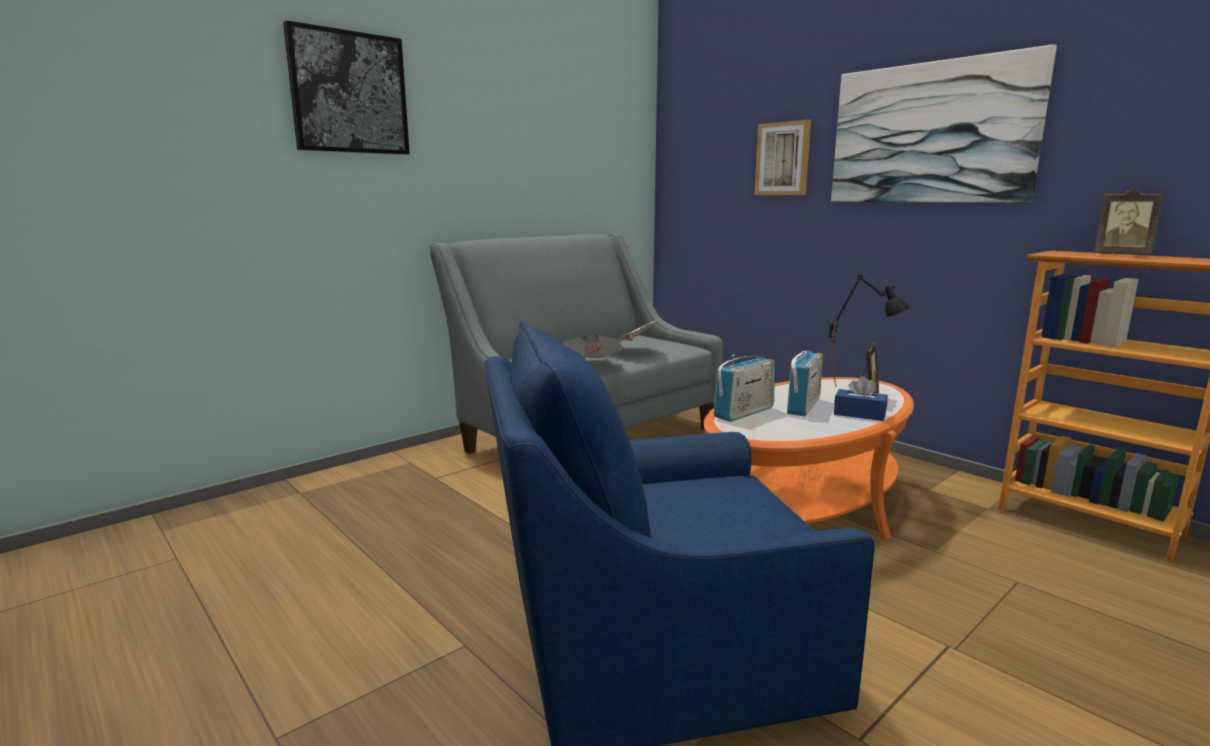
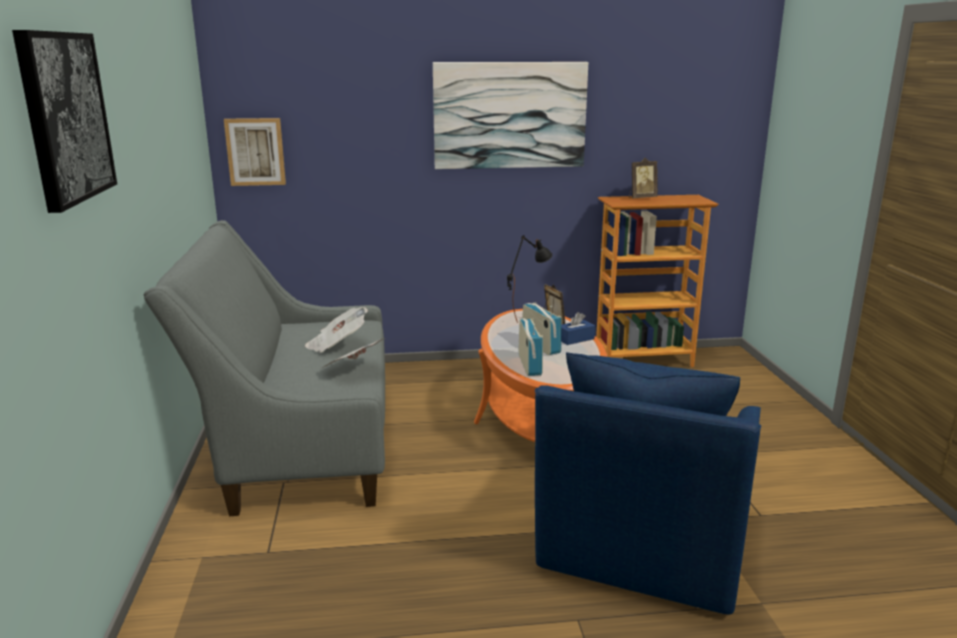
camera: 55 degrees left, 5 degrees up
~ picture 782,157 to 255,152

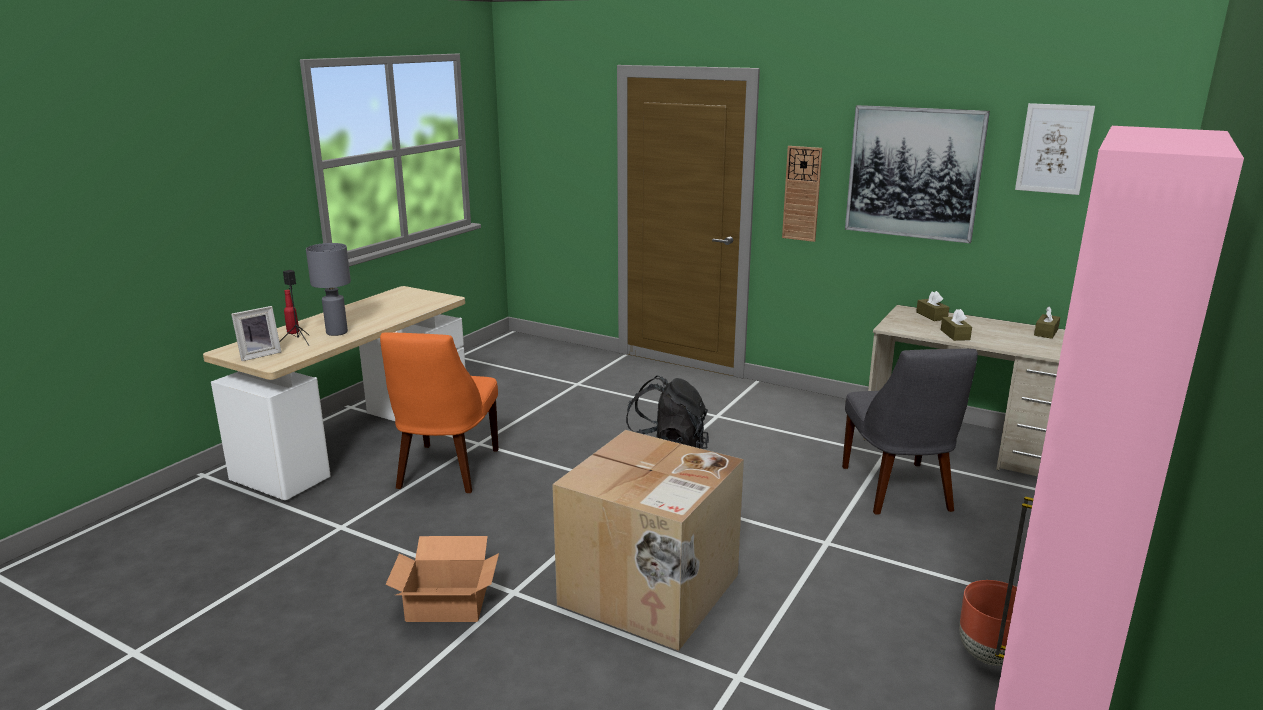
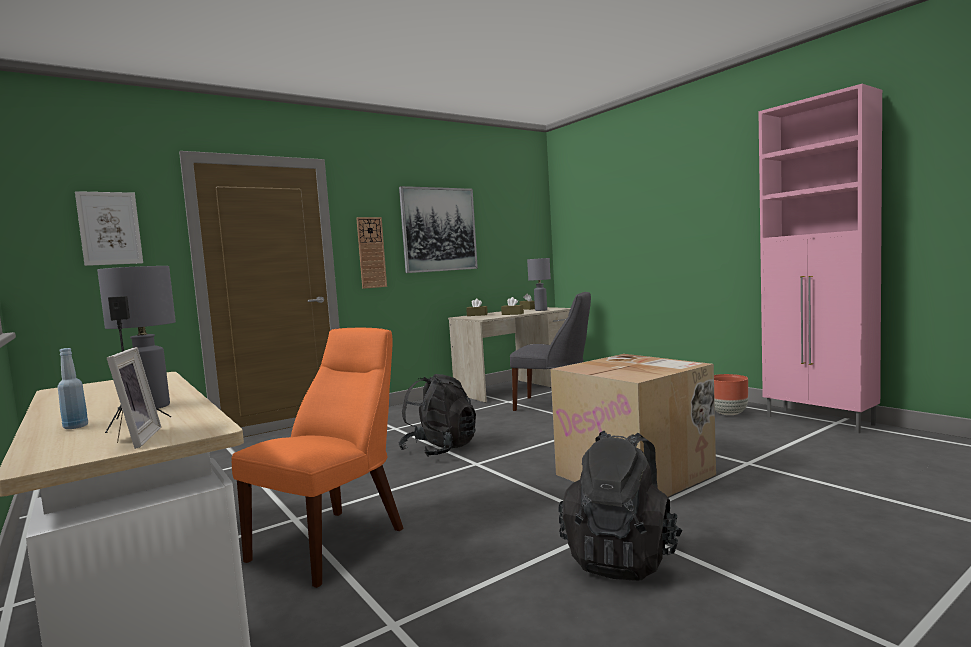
camera: 65 degrees left, 15 degrees down
+ gray table lamp 539,284
~ picture 1055,149 to 109,228
~ packing box 442,579 to black backpack 620,506
~ reddish beverage bottle 291,312 to blue beverage bottle 73,388
~ orangey plain chair 439,412 = 317,458 90 degrees counterclockwise

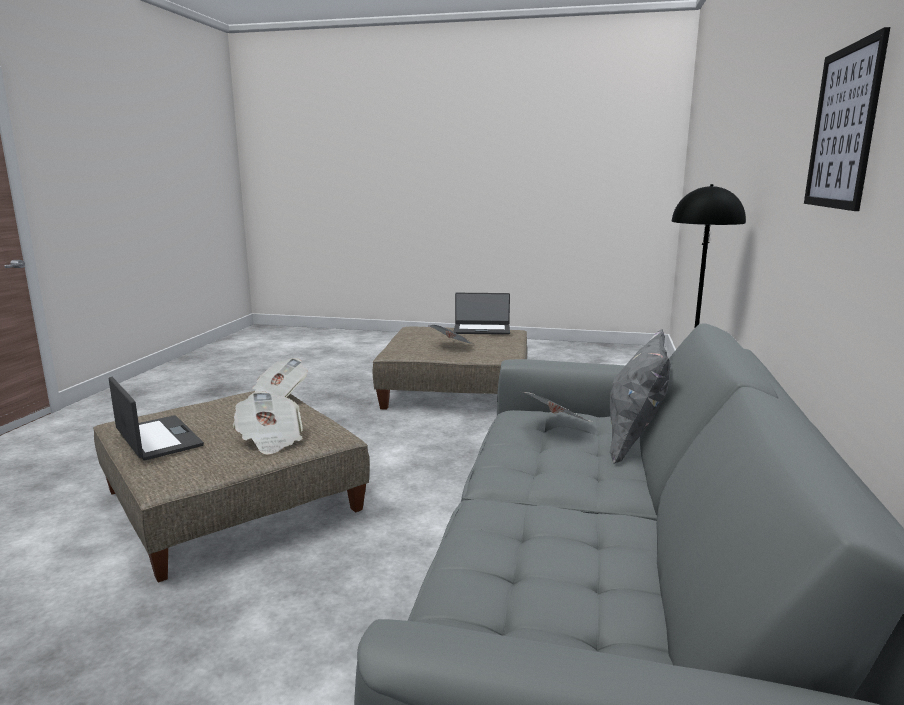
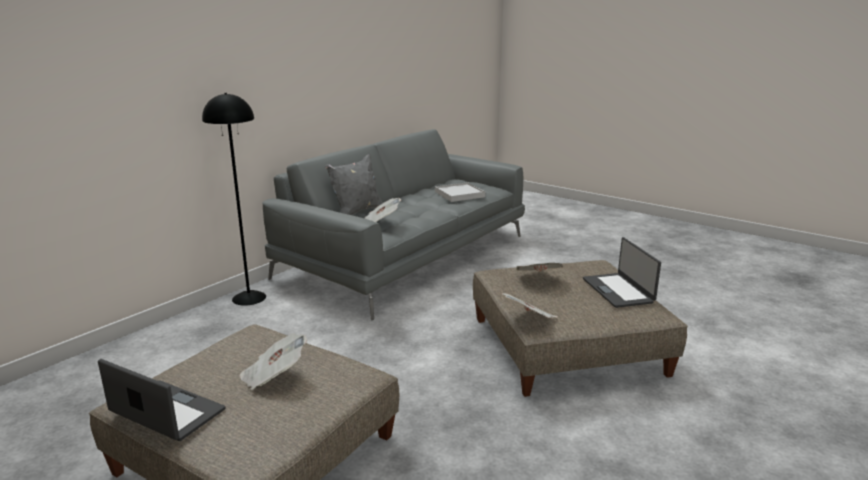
camera: 155 degrees left, 5 degrees up
- picture 847,119
+ whitish serving tray 460,192

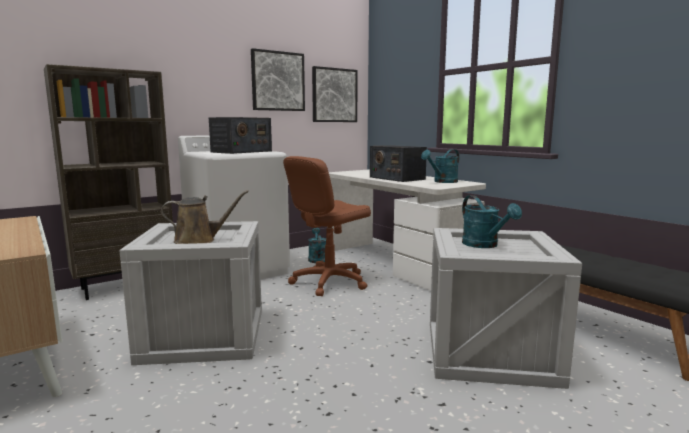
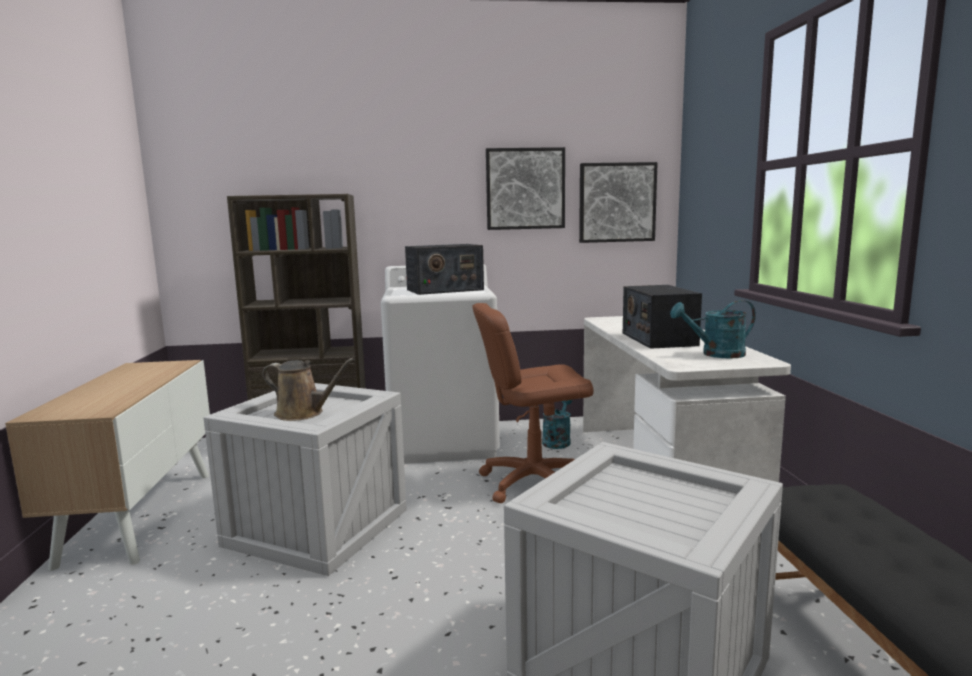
camera: 30 degrees right, 0 degrees up
- blue-green sprinkling can 492,221

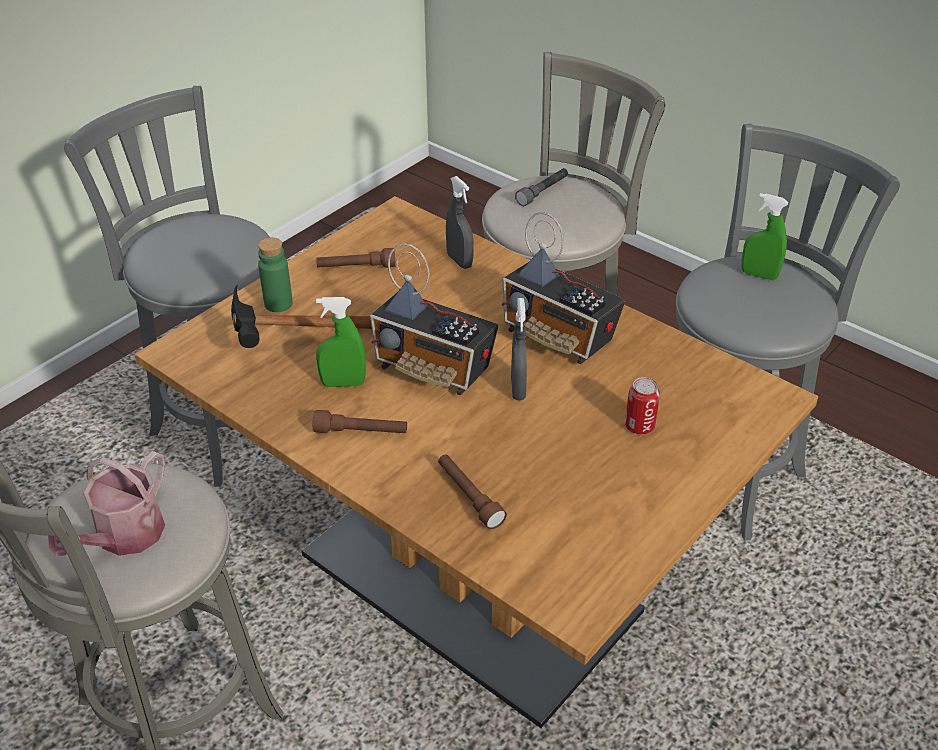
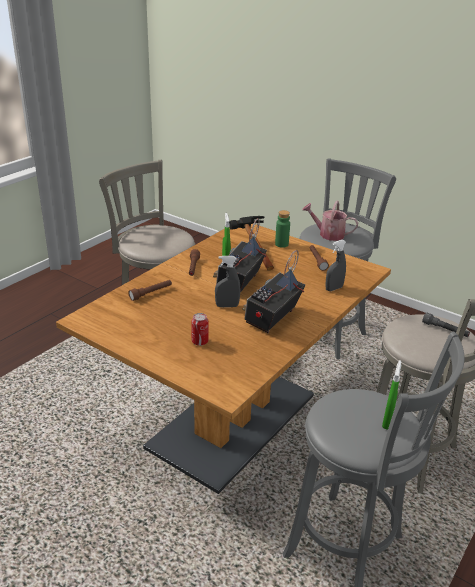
camera: 85 degrees right, 10 degrees down
~ sprinkling can 106,503 to 330,220

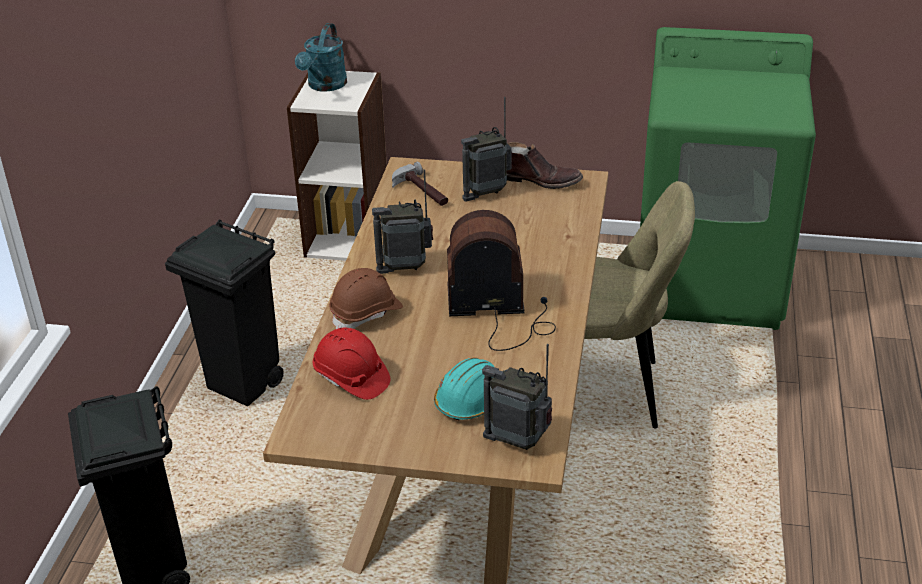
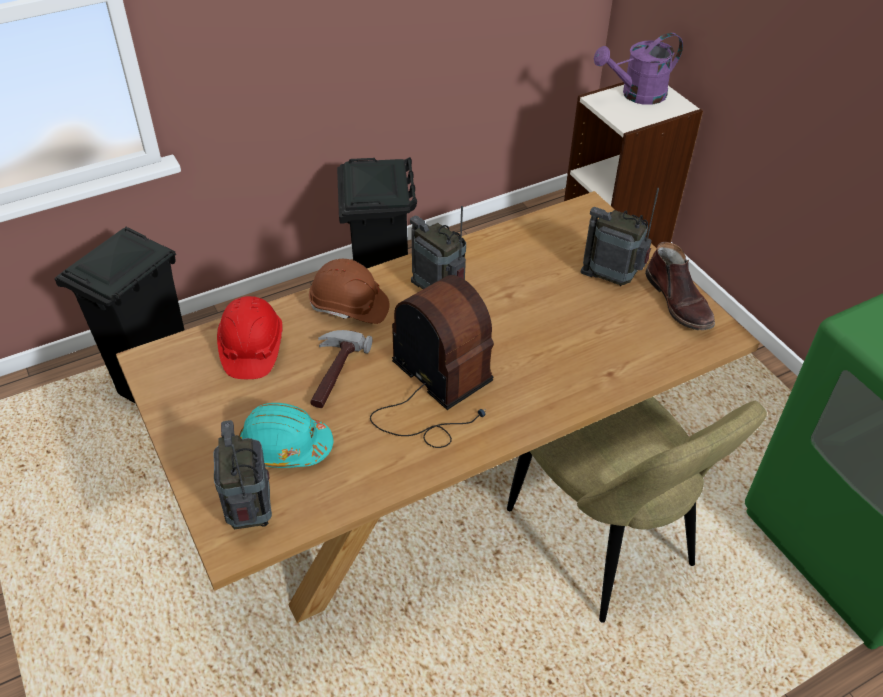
camera: 50 degrees right, 10 degrees up
~ hammer 420,184 to 341,369
~ blue-green sprinkling can 321,57 to purple sprinkling can 638,69

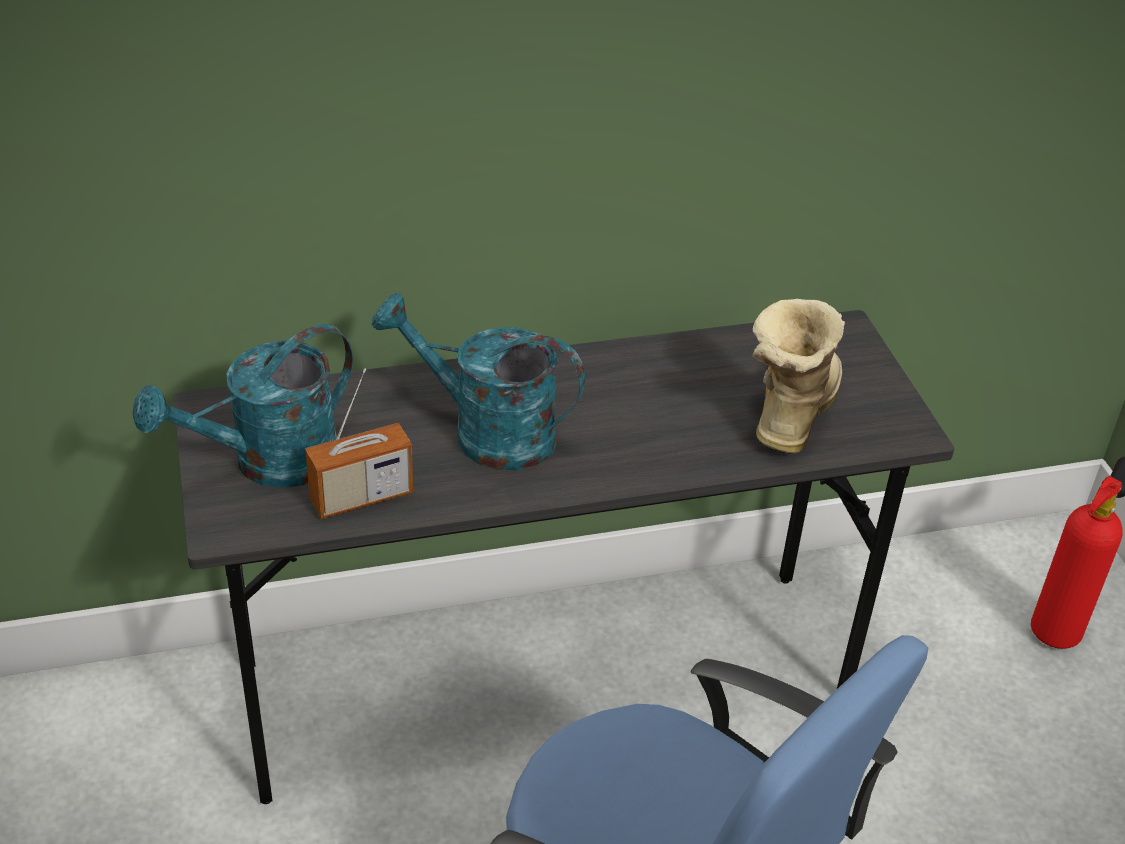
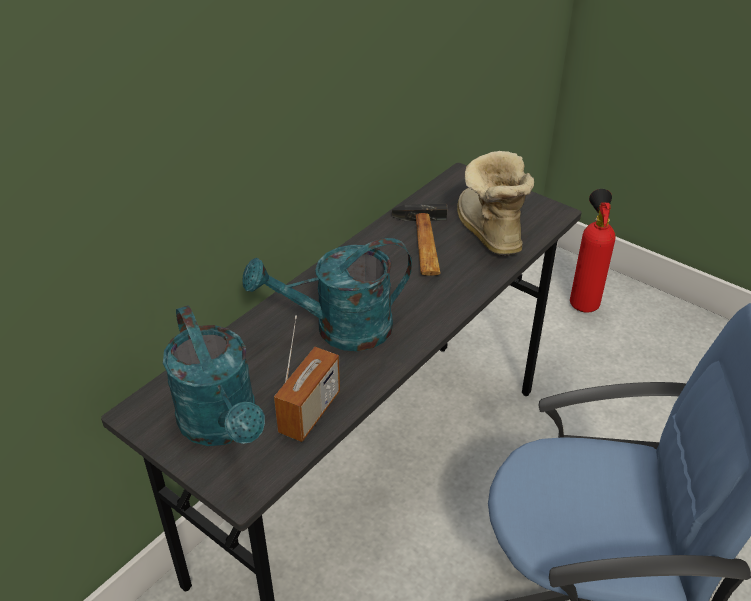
camera: 35 degrees left, 0 degrees up
+ hammer 419,240
~ blue-green sprinkling can 242,406 = 214,375 45 degrees counterclockwise

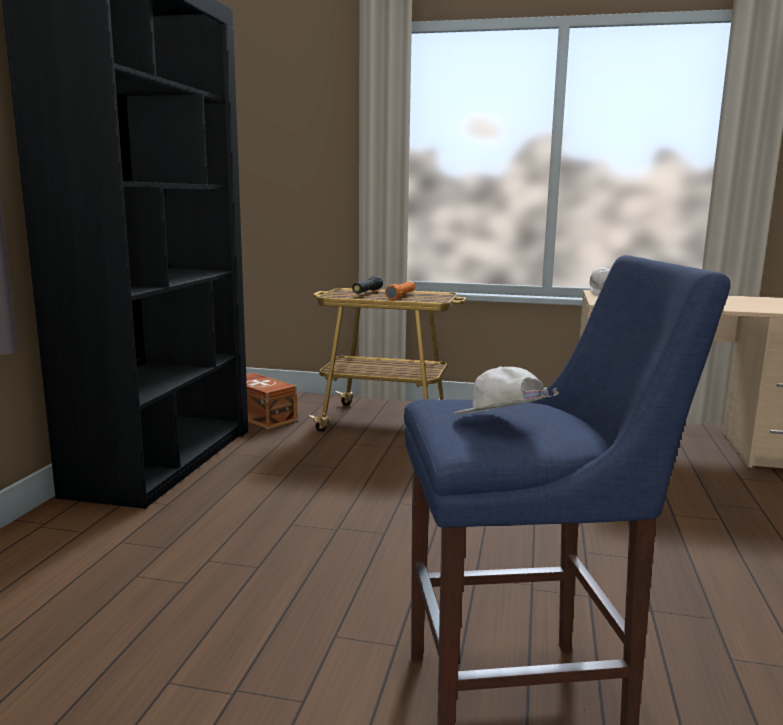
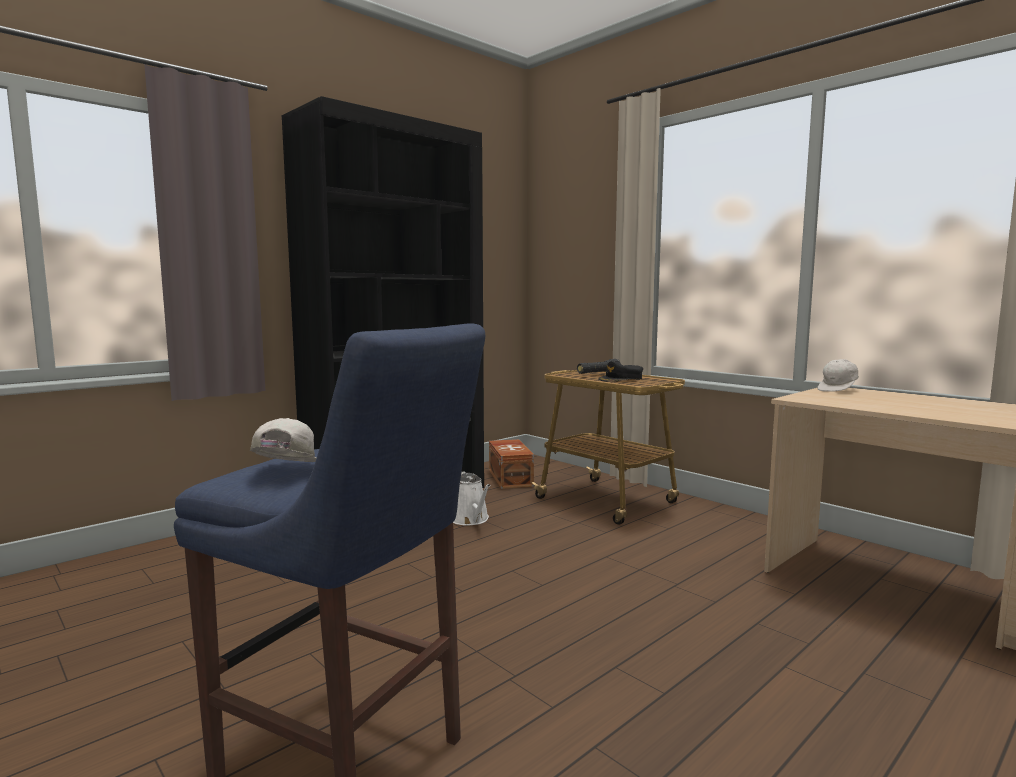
camera: 35 degrees right, 5 degrees down
+ whitish sprinkling can 471,498
~ orangey hand torch 400,290 to black cap 620,371

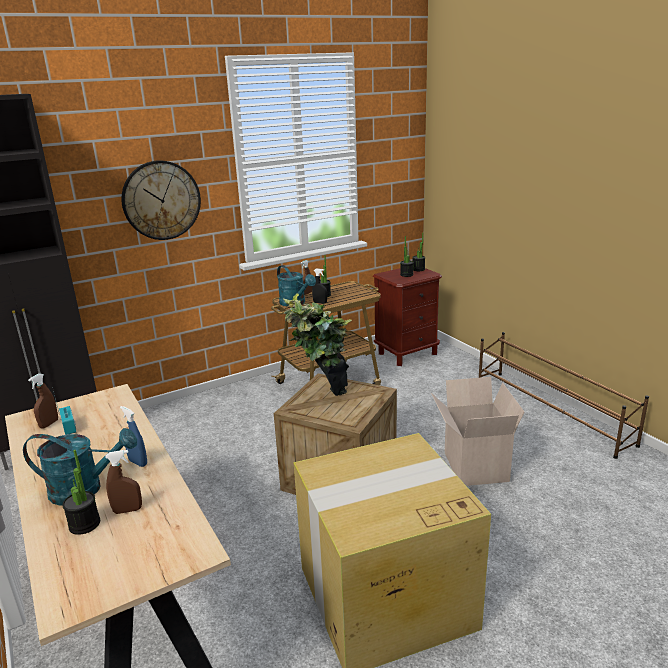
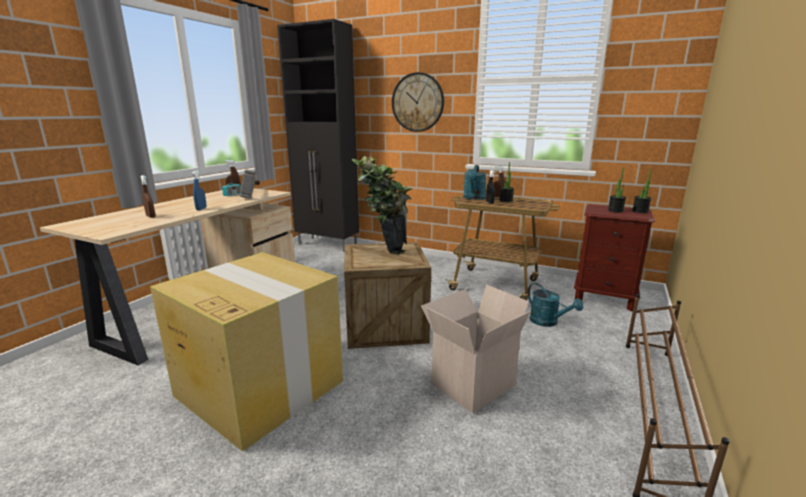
camera: 55 degrees right, 5 degrees down
- potted plant 81,492
+ hammer 250,184
~ blue-green sprinkling can 80,467 to 555,305

